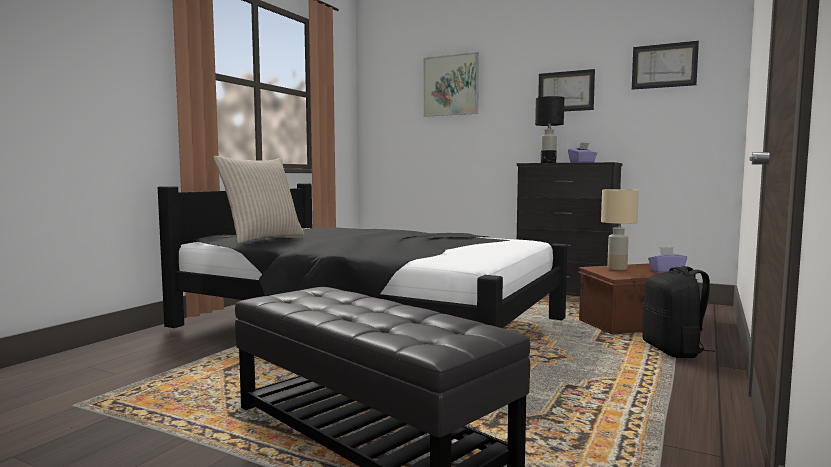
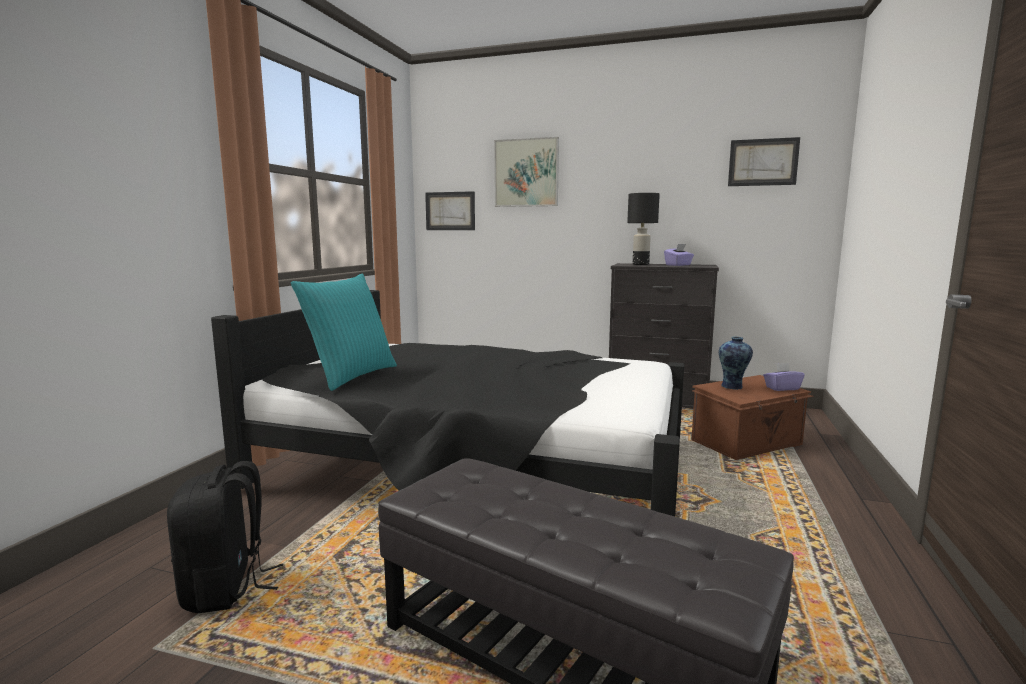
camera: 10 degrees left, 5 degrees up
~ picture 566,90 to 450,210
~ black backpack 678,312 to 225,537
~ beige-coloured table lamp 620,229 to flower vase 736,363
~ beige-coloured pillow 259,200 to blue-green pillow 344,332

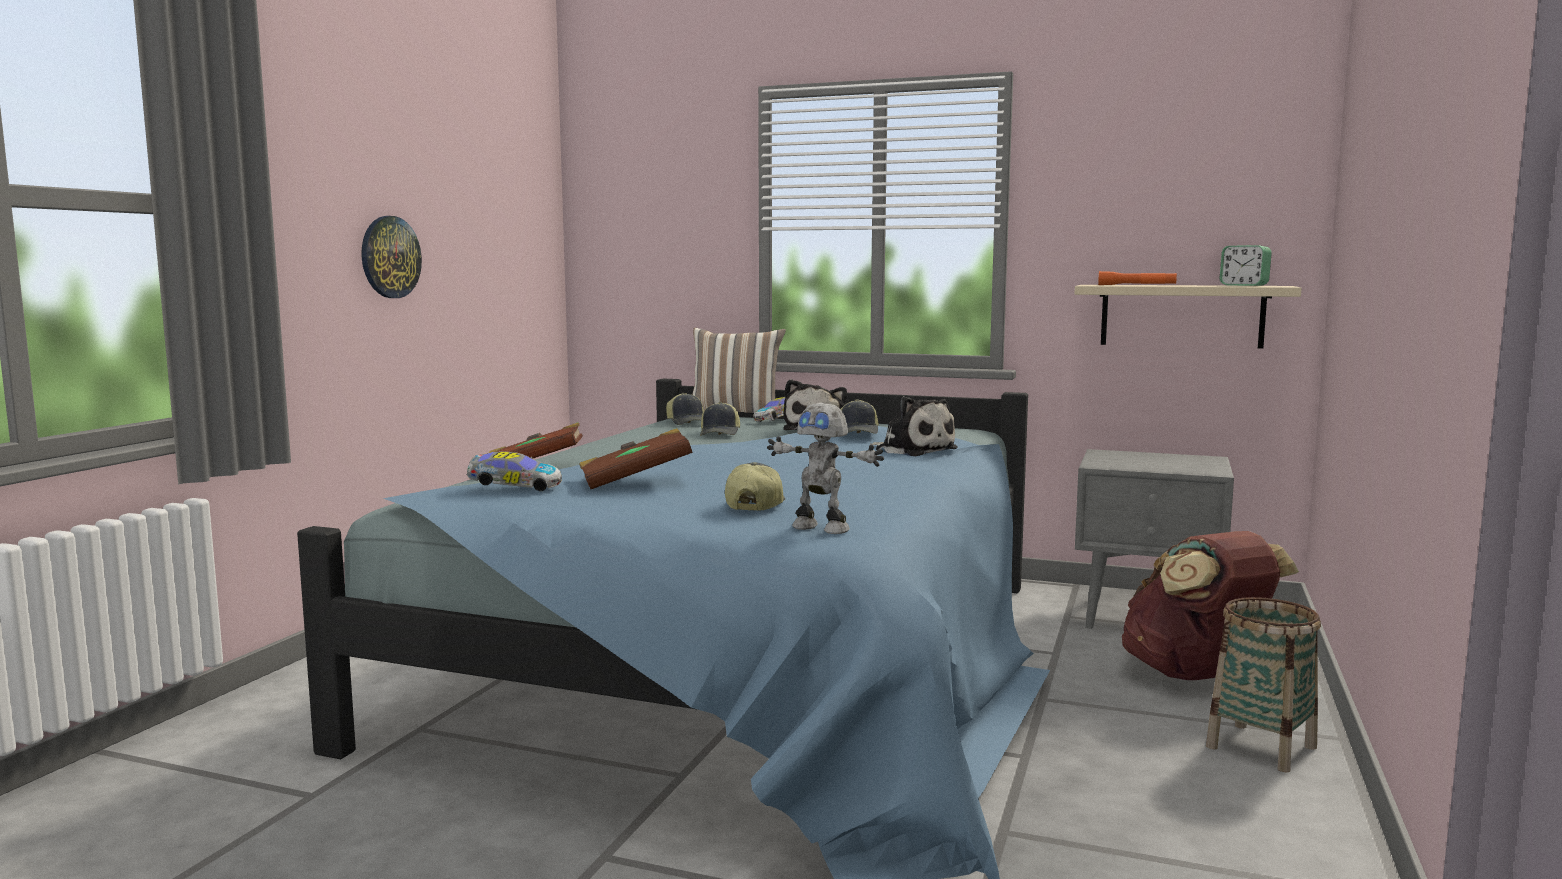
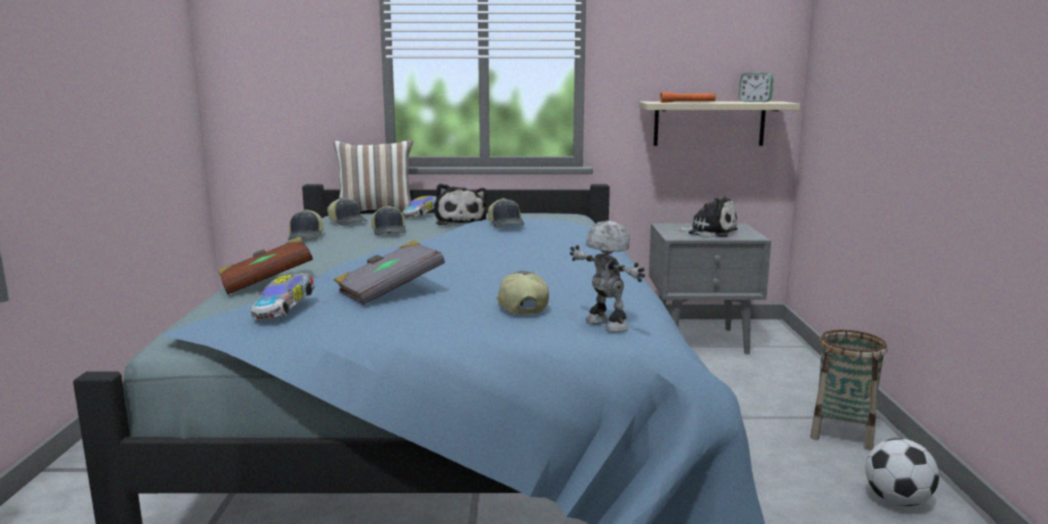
camera: 20 degrees left, 5 degrees up
- wall clock 392,257
- brown-coloured backpack 1210,605
+ cap 306,224
+ ball for football 902,472
~ soft toy 914,426 to 706,217
~ brown-coloured book 635,458 to gray book 389,272
~ model car 514,471 = 283,296 120 degrees clockwise
~ toy robot 825,468 = 607,276 135 degrees counterclockwise

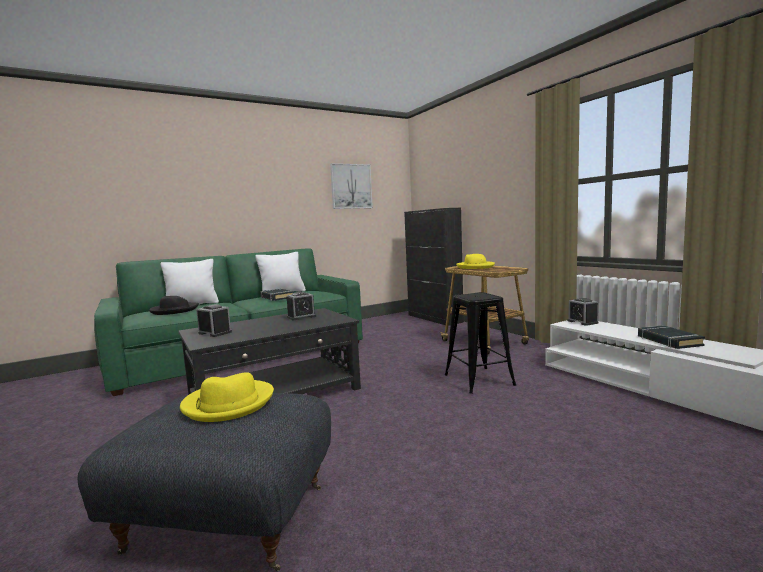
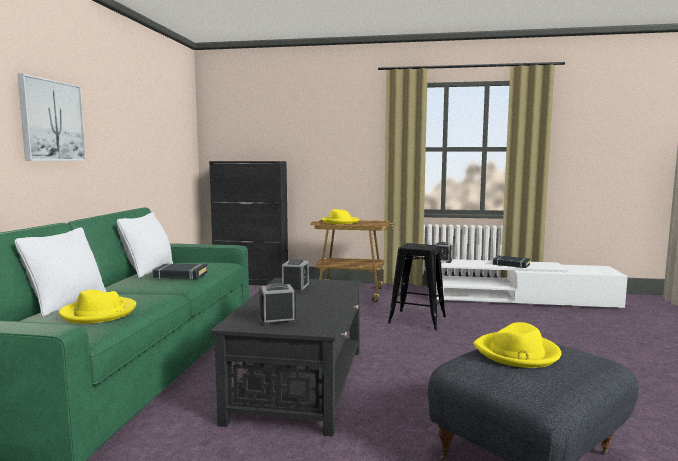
camera: 50 degrees left, 0 degrees up
~ picture 351,186 to 51,117
~ black wearable hat 174,305 to yellow-coloured wearable hat 97,307

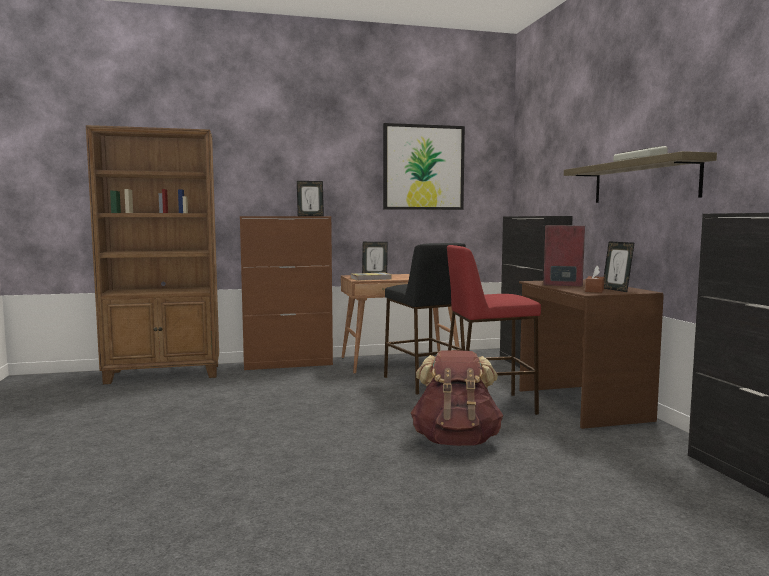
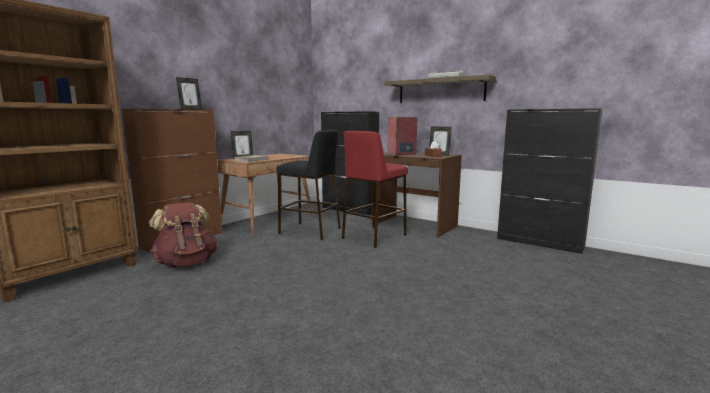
camera: 40 degrees left, 5 degrees up
- picture 424,166
~ brown-coloured backpack 457,398 to 183,234

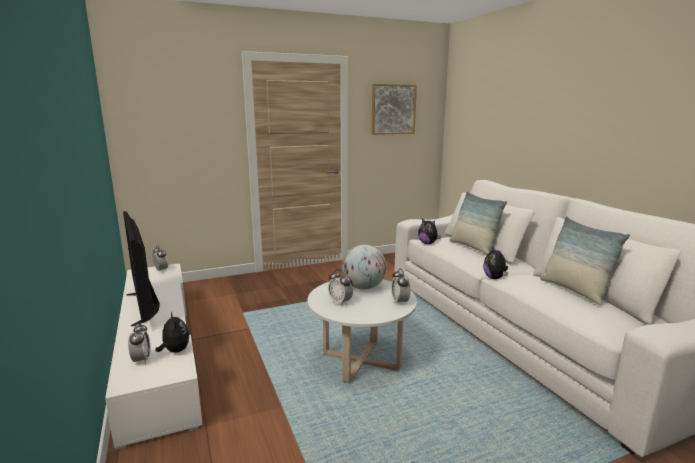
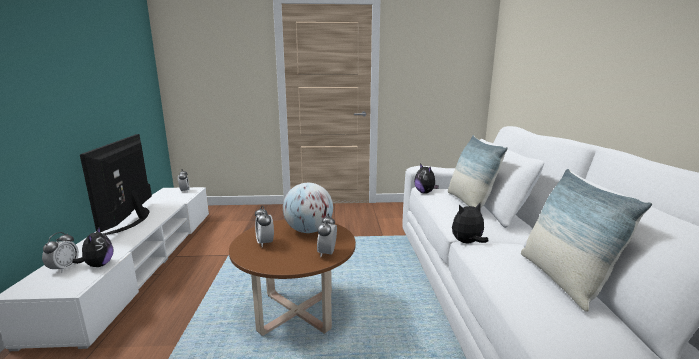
camera: 20 degrees right, 0 degrees up
- picture 394,109
~ whitish lounge table 362,331 to brown-coloured lounge table 292,277
~ soft toy 495,262 = 470,223 60 degrees clockwise

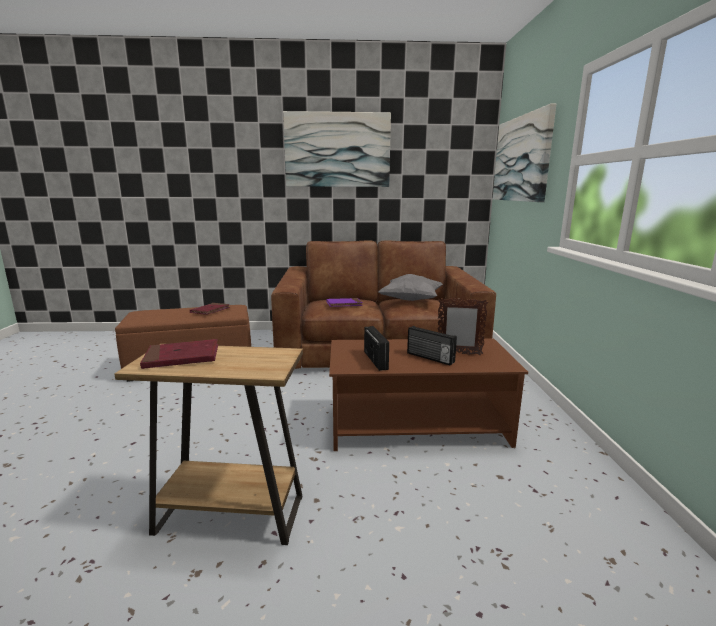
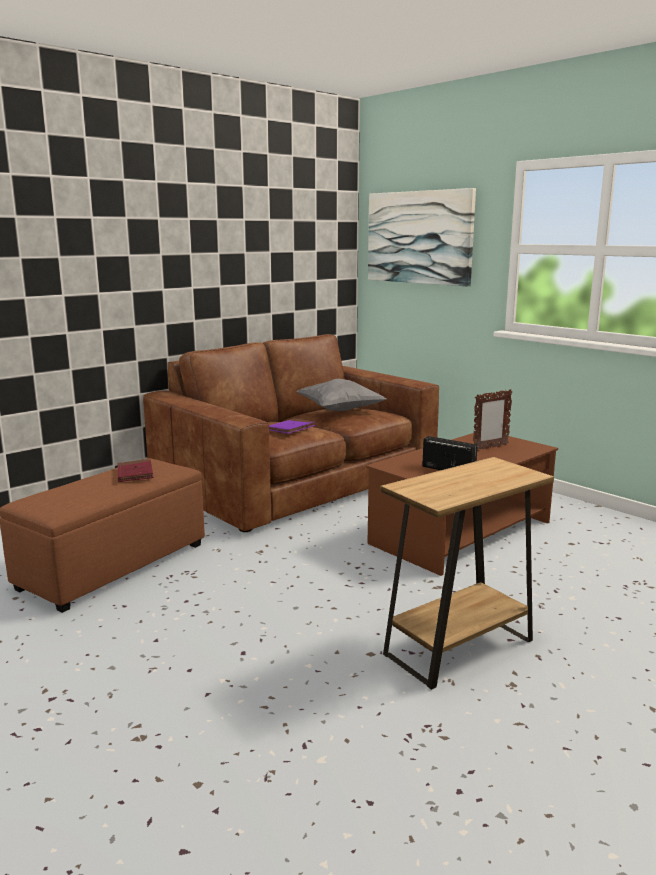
camera: 40 degrees left, 0 degrees up
- reddish book 179,354
- picture 337,149
- radio 432,345

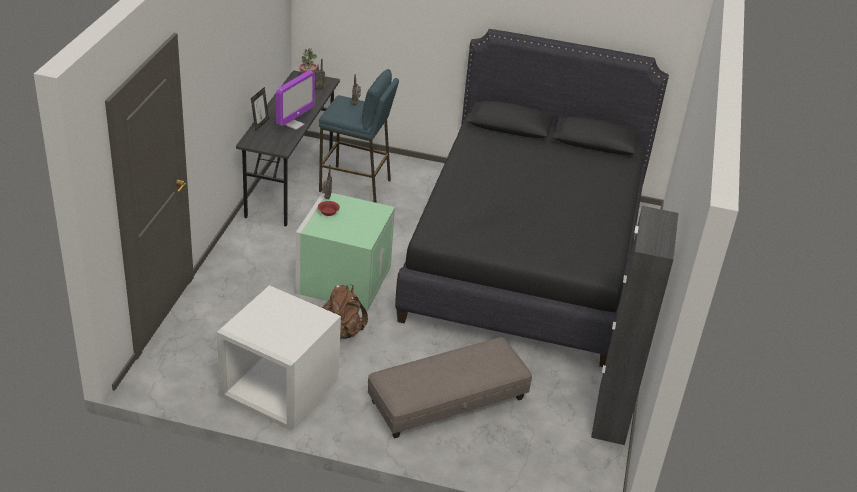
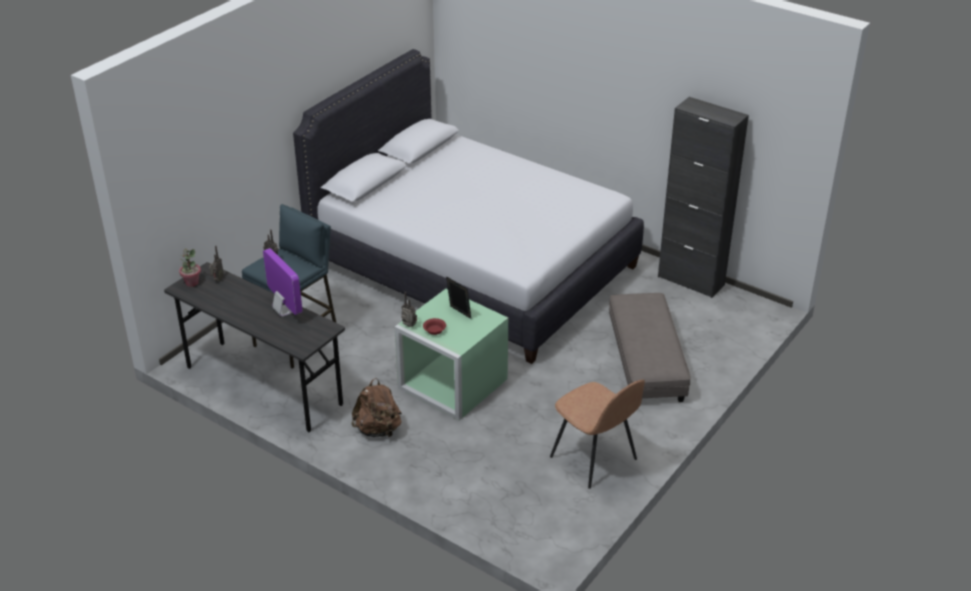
camera: 65 degrees left, 0 degrees up
~ photo frame 260,109 to 458,297
~ brown-coloured backpack 345,311 to 376,407
~ whitish storage container 279,357 to brown-coloured plain chair 597,434
~ black bedroom bed 532,198 to whitish bedroom bed 468,206

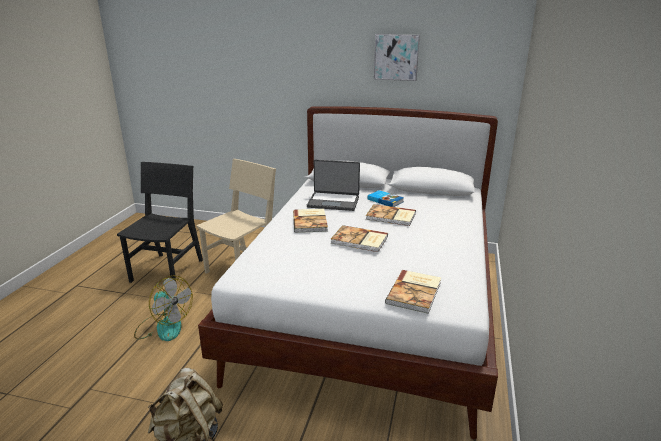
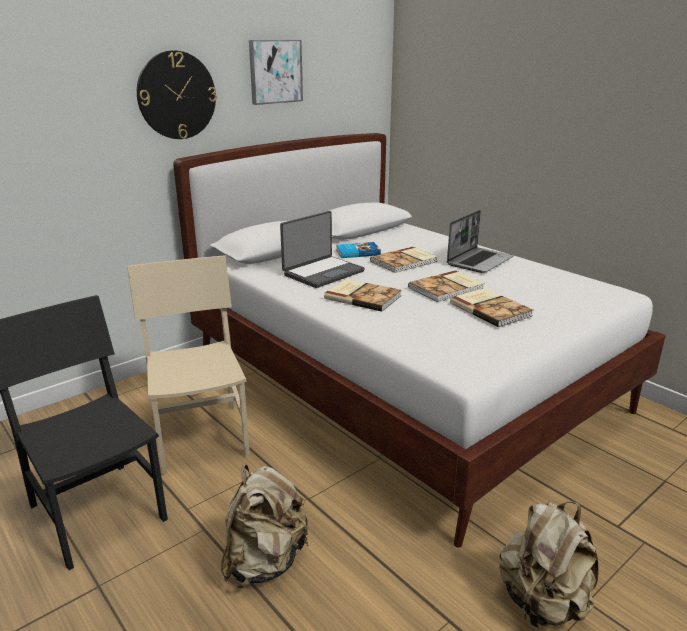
camera: 55 degrees left, 0 degrees up
+ wall clock 177,94
+ laptop 480,241
~ book 413,292 to 491,307
~ electric fan 163,308 to beige-coloured backpack 265,526

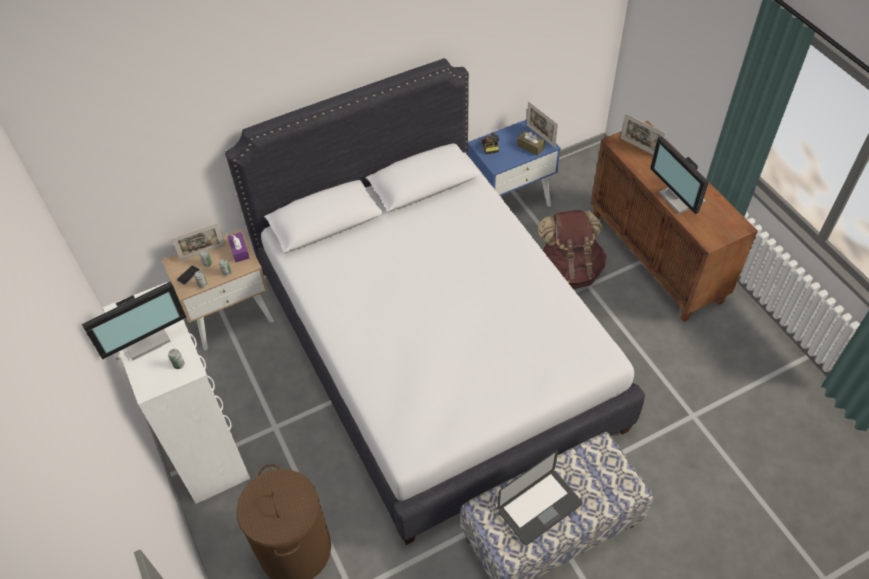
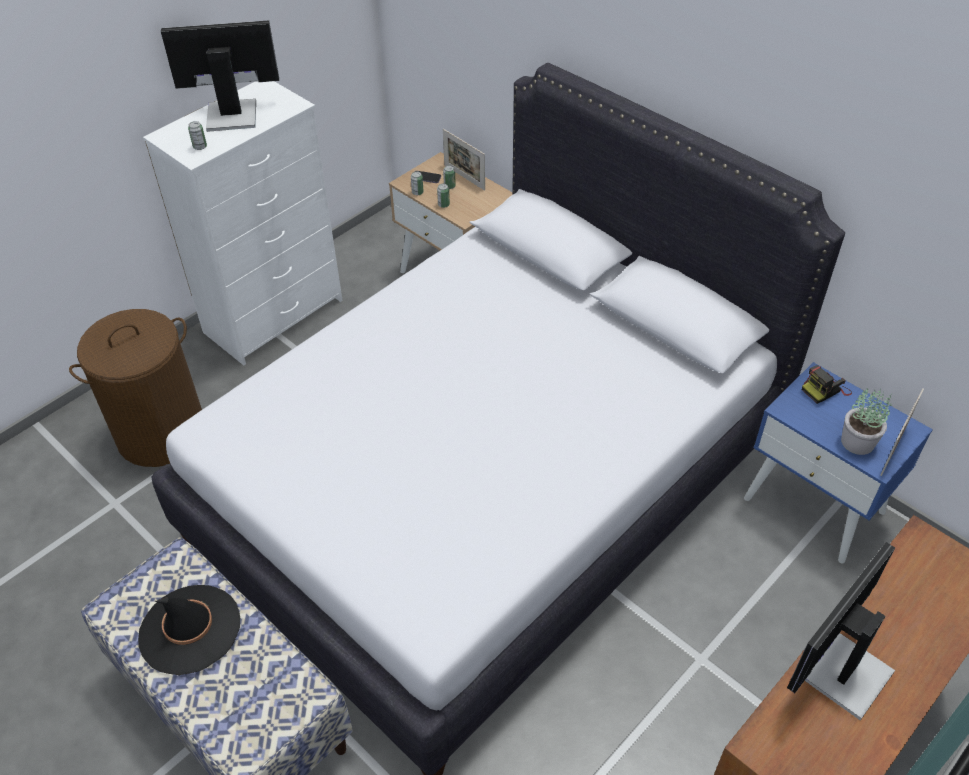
camera: 70 degrees right, 5 degrees down
- purple box of tissues 238,247
- brown-coloured backpack 572,249
- photo frame 643,134
~ laptop 540,497 to black wearable hat 189,630
~ brown-coloured box of tissues 531,143 to potted plant 866,421
~ monitor 134,321 = 220,76 135 degrees clockwise

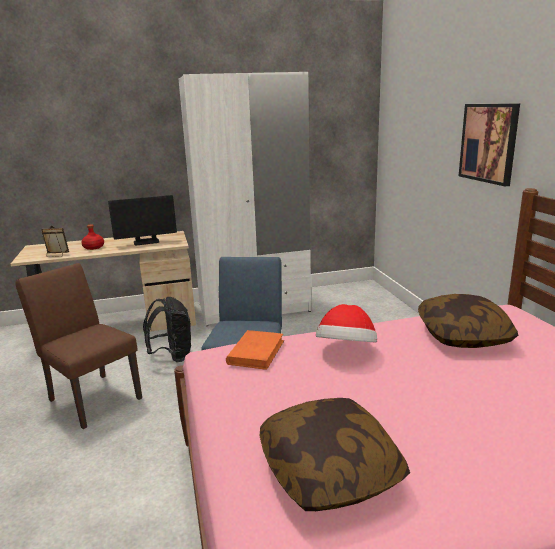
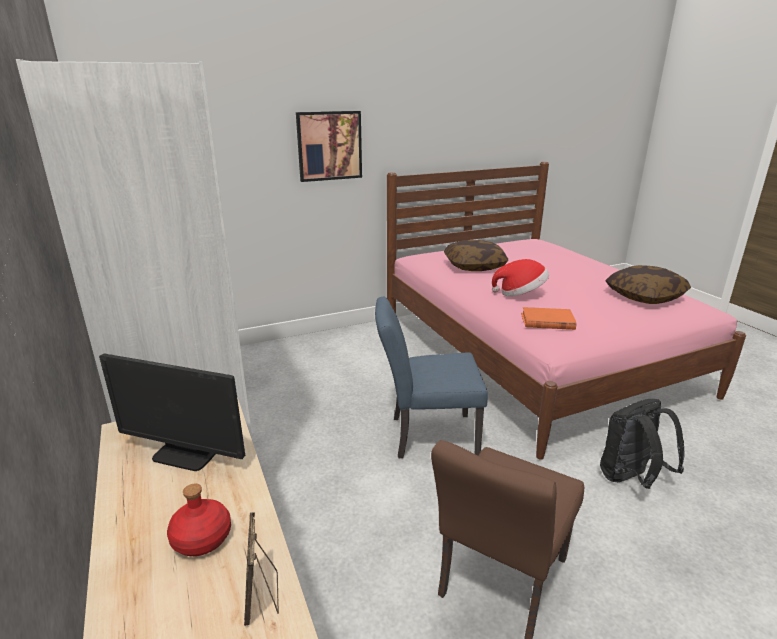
camera: 100 degrees left, 5 degrees up
~ black backpack 167,329 to 642,444
~ monitor 142,220 = 172,412 135 degrees clockwise

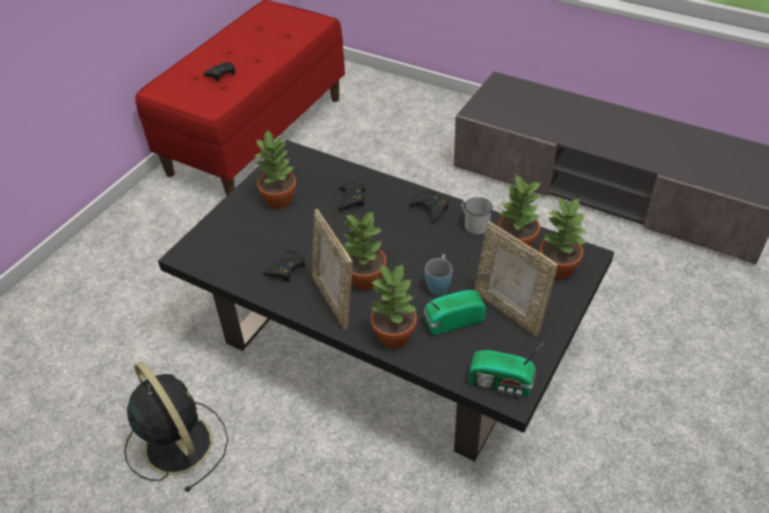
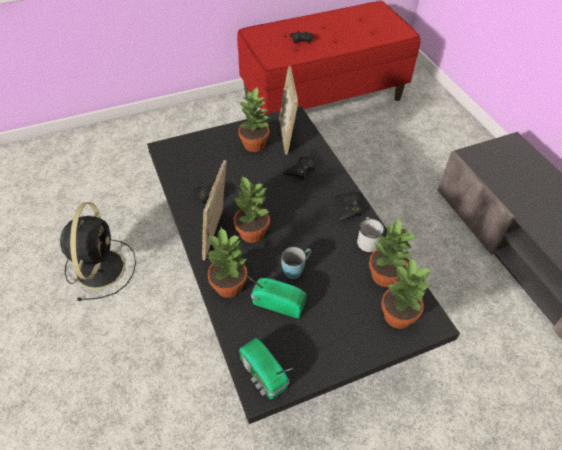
camera: 35 degrees right, 5 degrees up
~ photo frame 516,278 to 288,110

